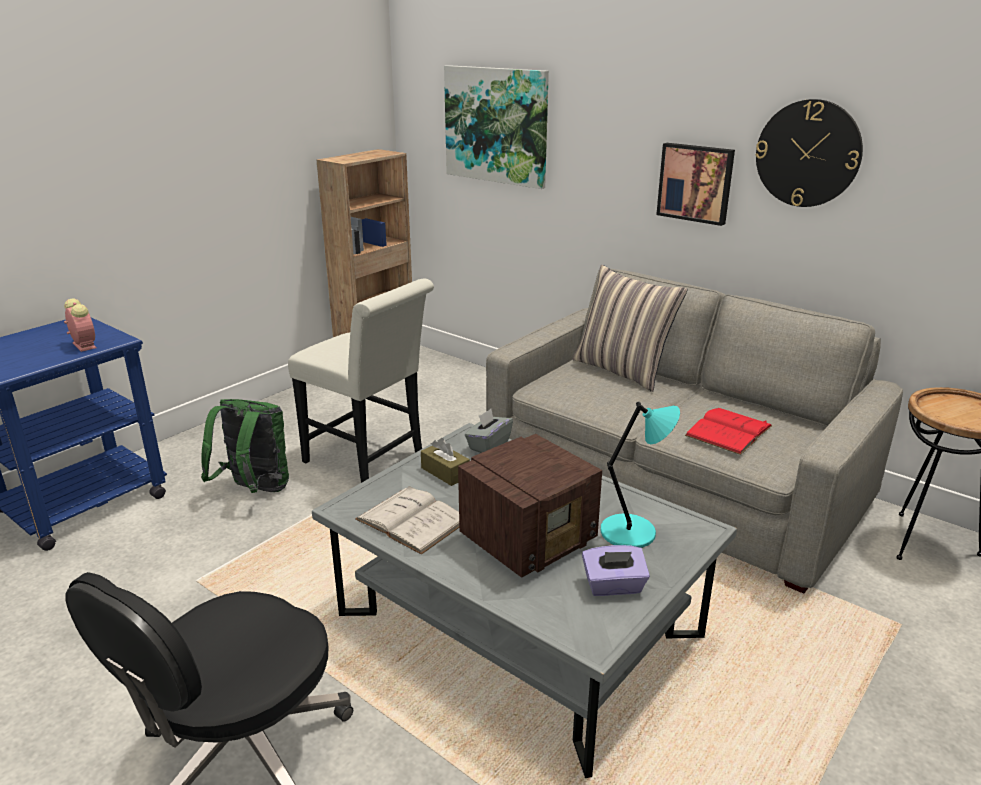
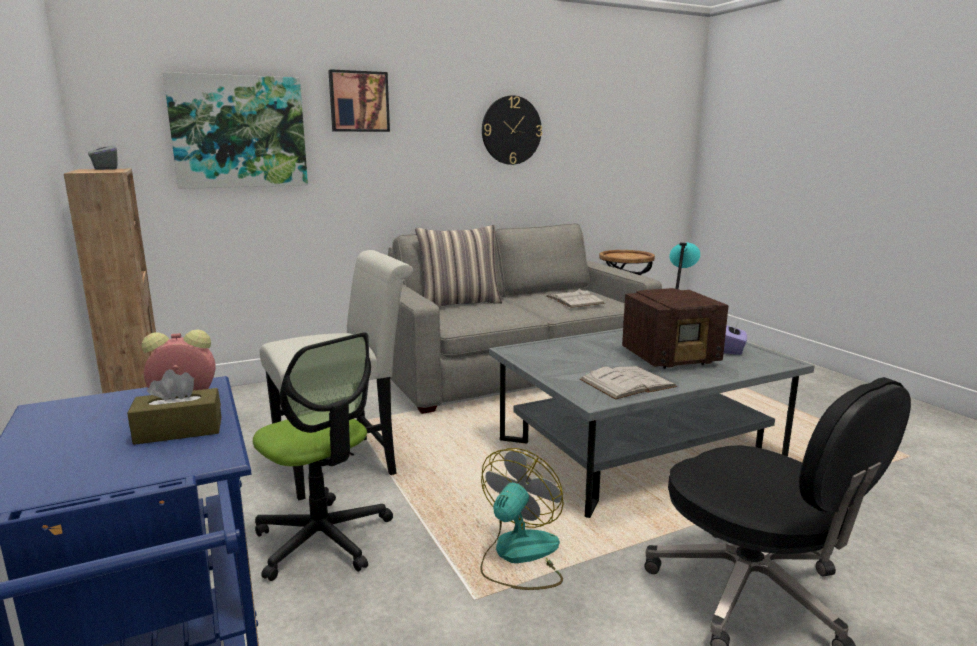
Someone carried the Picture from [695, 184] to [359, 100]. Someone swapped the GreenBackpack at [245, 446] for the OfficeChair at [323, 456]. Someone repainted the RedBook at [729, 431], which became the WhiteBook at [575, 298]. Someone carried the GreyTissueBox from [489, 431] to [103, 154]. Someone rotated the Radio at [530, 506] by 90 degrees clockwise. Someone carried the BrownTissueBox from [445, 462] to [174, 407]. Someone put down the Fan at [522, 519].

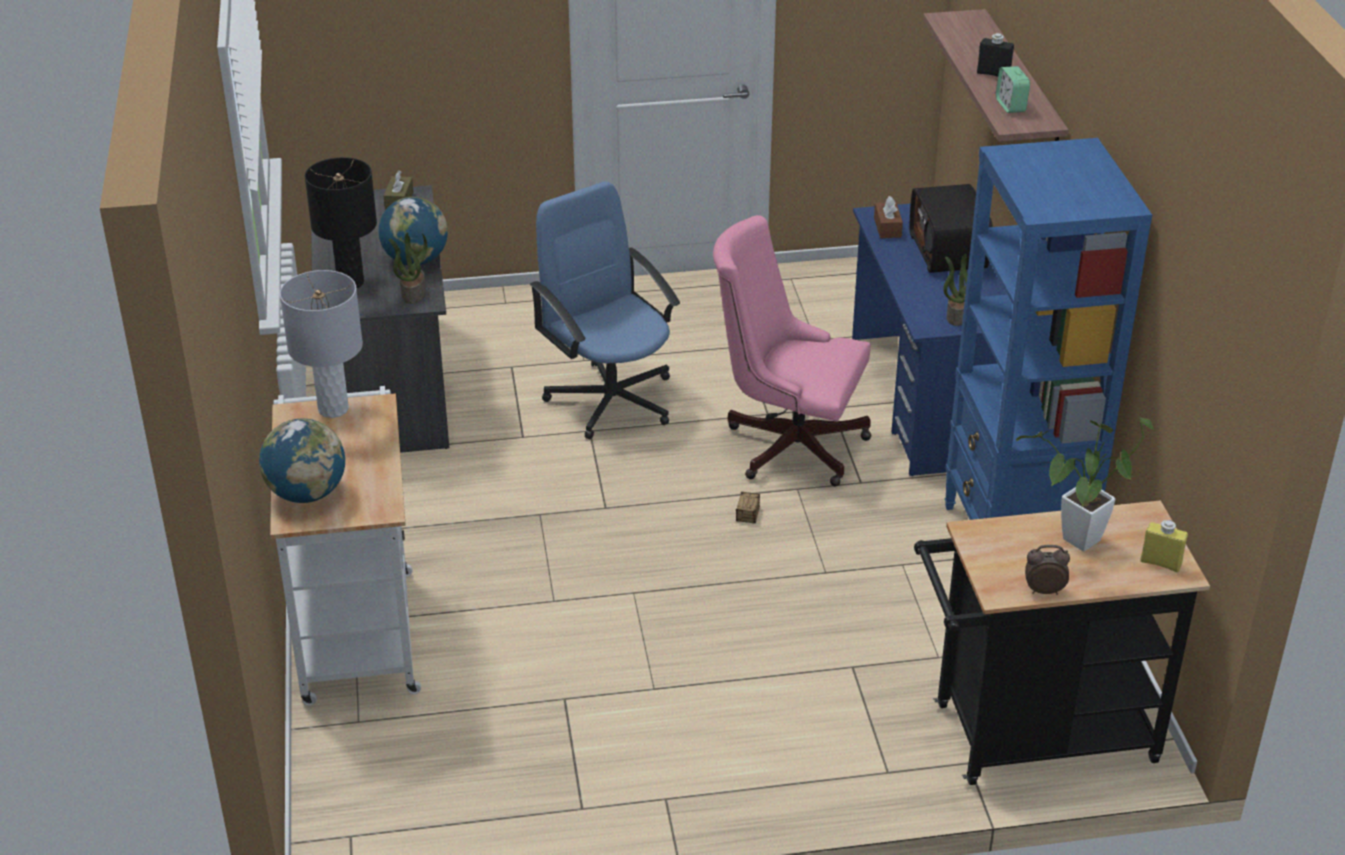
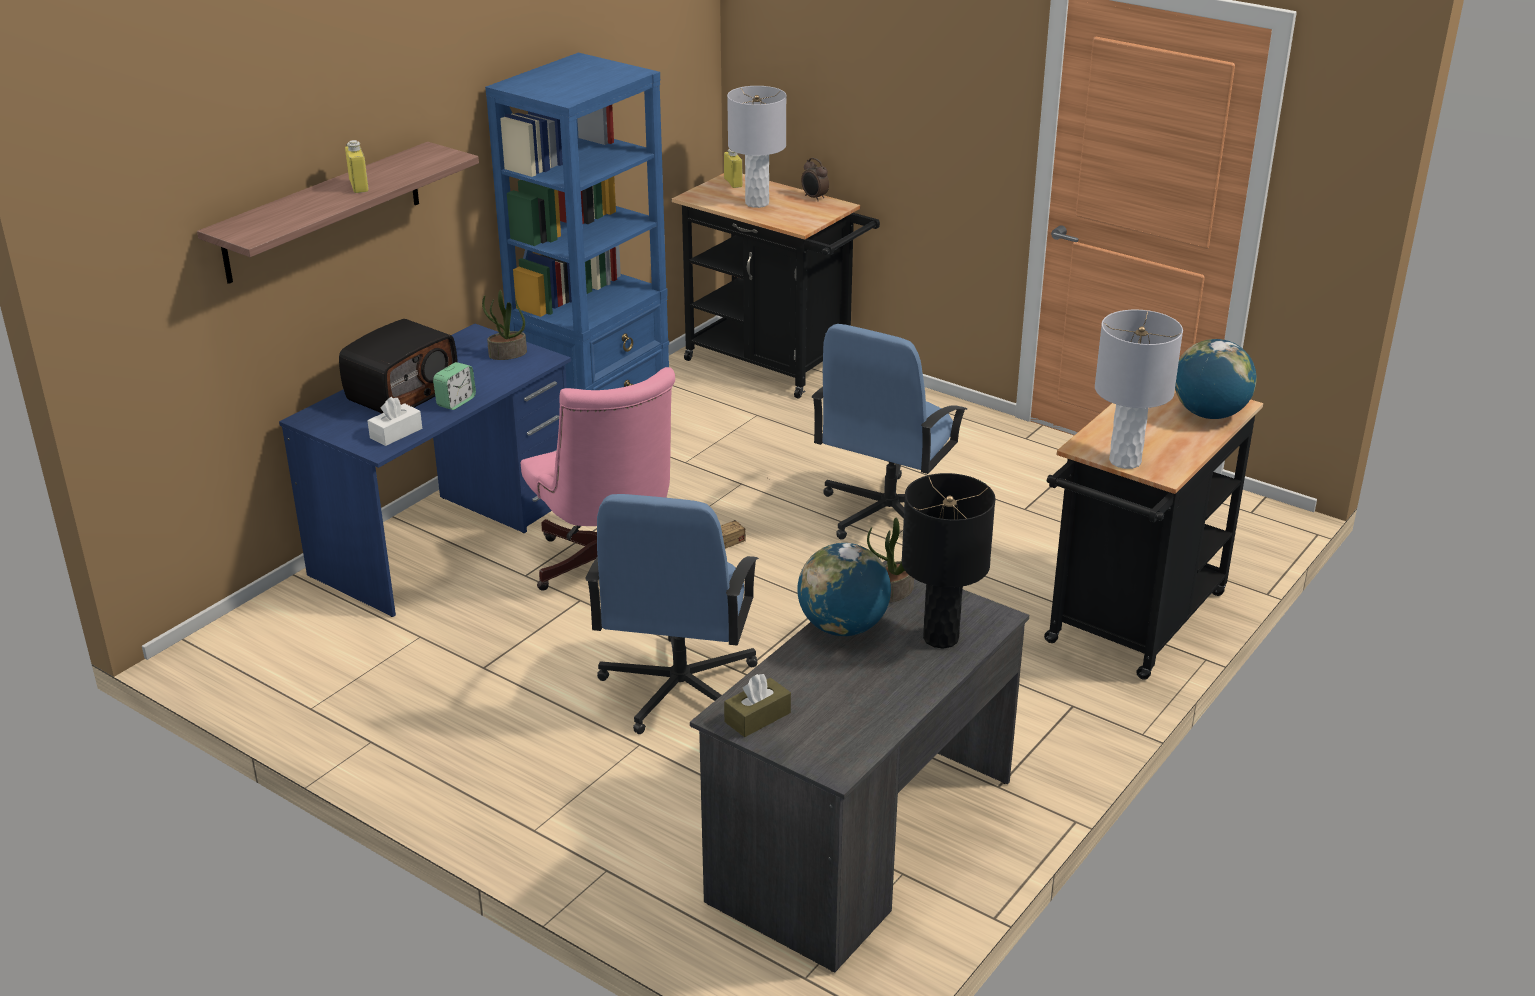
Someone repainted the BlackBottle at [995, 55], which became the YellowBottle at [357, 166]. Someone carried the AlarmClock from [1013, 89] to [454, 386]. Someone repainted the BrownTissueBox at [888, 217], which became the WhiteTissueBox at [394, 421]. Someone repainted the WhiteCart at [345, 546], which became the BlackCart at [1153, 535]. Someone swapped the PottedPlant at [1085, 483] for the GreyTableLamp at [757, 147]. Someone put down the BlueOfficeChair at [889, 432].

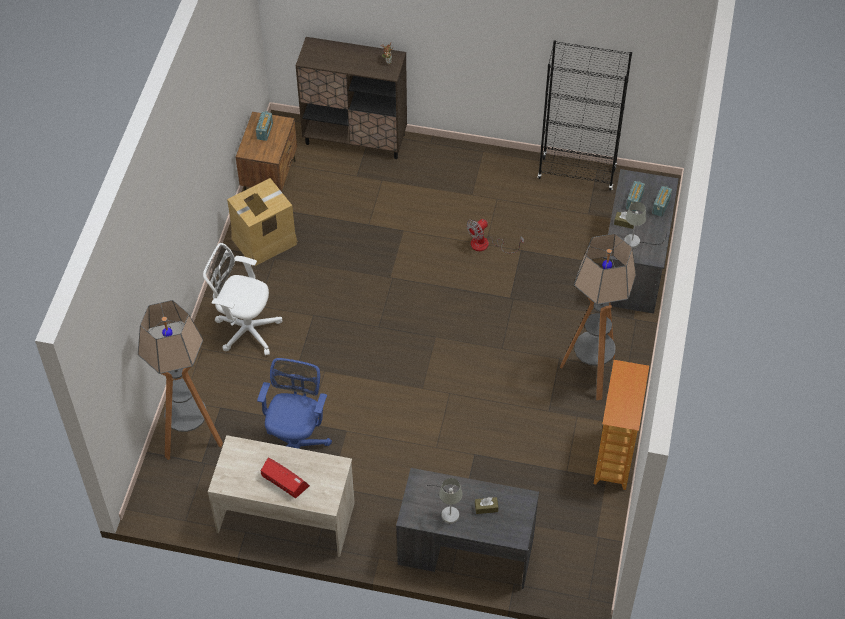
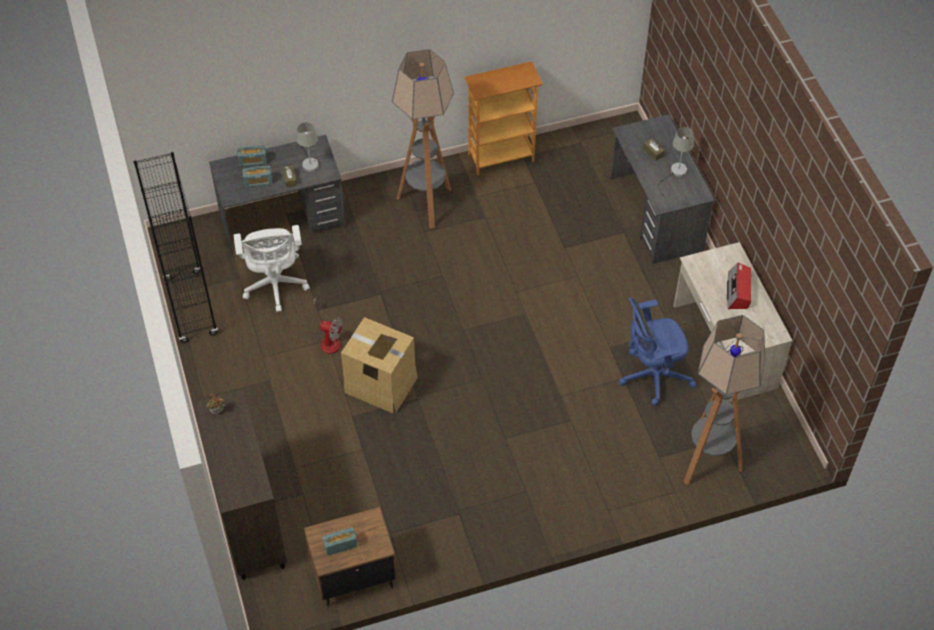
Someone carried the CardboardBox from [262, 222] to [379, 365]. Someone carried the WhiteOfficeChair from [242, 299] to [272, 268].

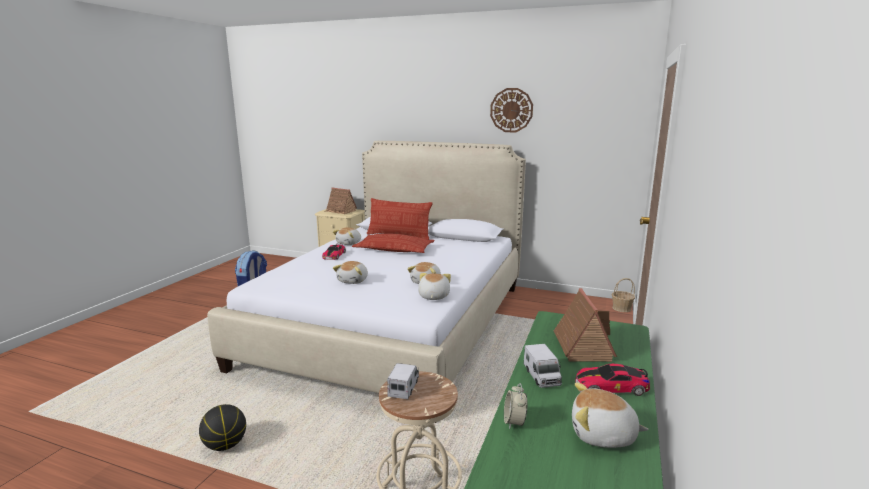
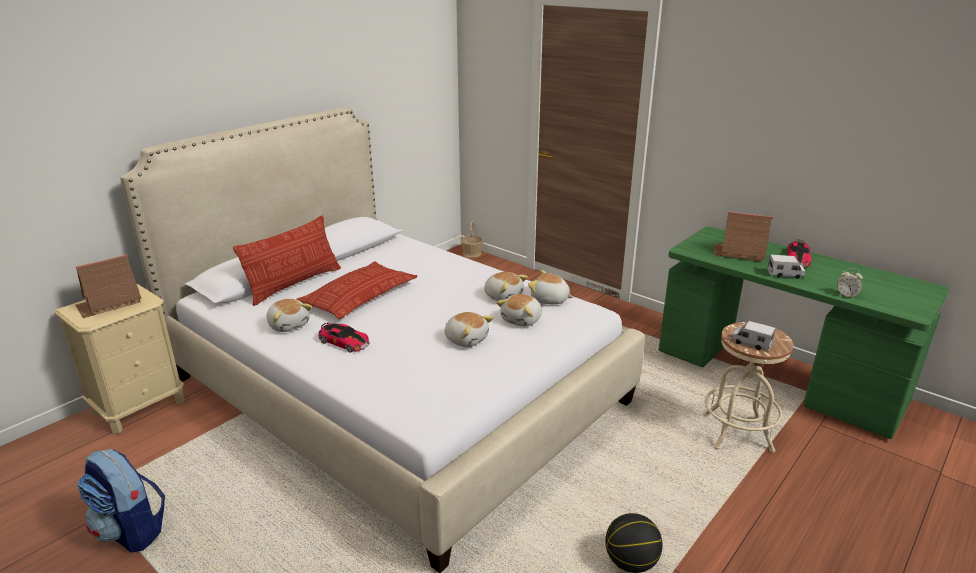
Someone took away the WallClock at [511, 110]. Someone carried the PlushToy from [610, 415] to [519, 310].

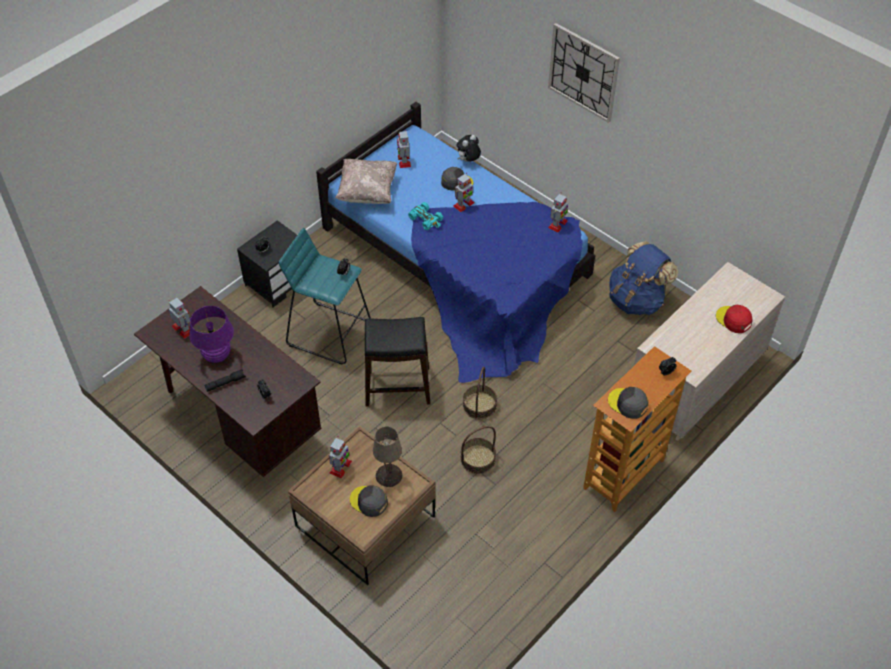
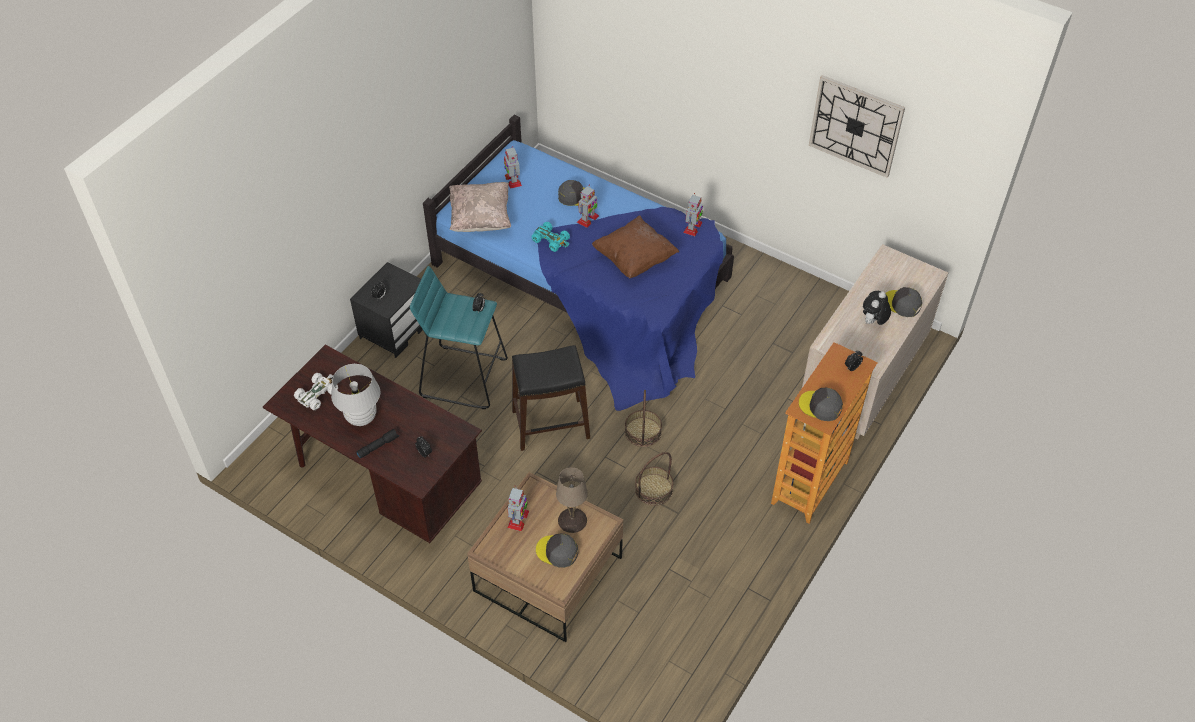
Someone carried the WallClock from [584, 73] to [857, 126]. Someone carried the PlushToy from [469, 148] to [877, 308]. Someone took away the BlueBackpack at [643, 278]. Someone swapped the ToyRobot at [179, 318] for the WhiteToyCar at [316, 391]. Someone repainted the RedCap at [734, 319], which became the GreyCap at [903, 302]. Someone repainted the PurpleTableLamp at [211, 334], which became the WhiteTableLamp at [355, 395]. Someone put down the BrownPillow at [635, 246].

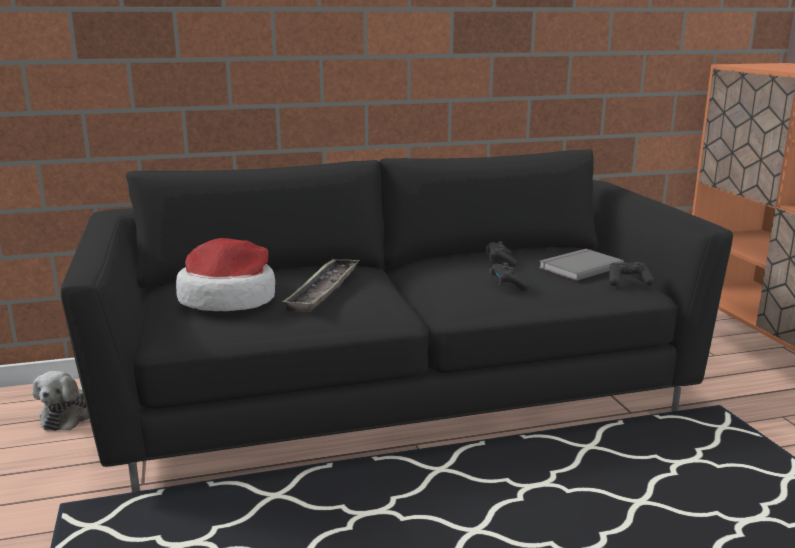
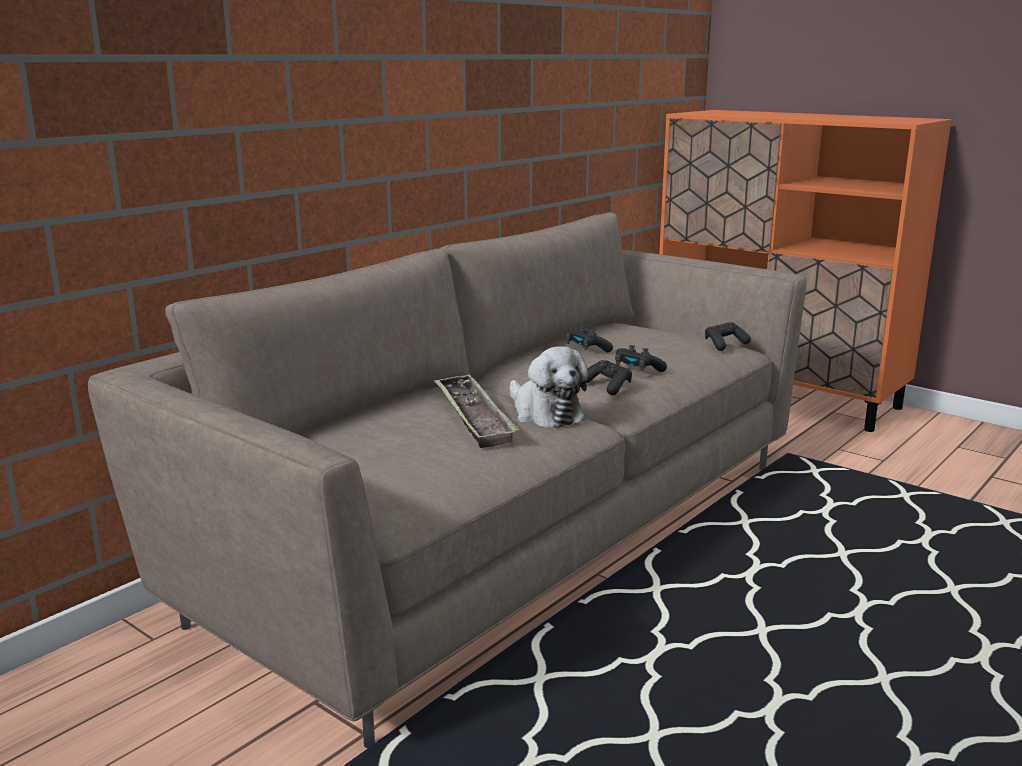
Someone repainted the BlackSofa at [397, 320], which became the BeigeSofa at [447, 480]. Someone took away the Hat at [225, 274]. Someone took away the GreyBook at [581, 265]. Someone carried the PlushToy from [60, 401] to [549, 387]. Someone put down the BlackGameController at [609, 377].

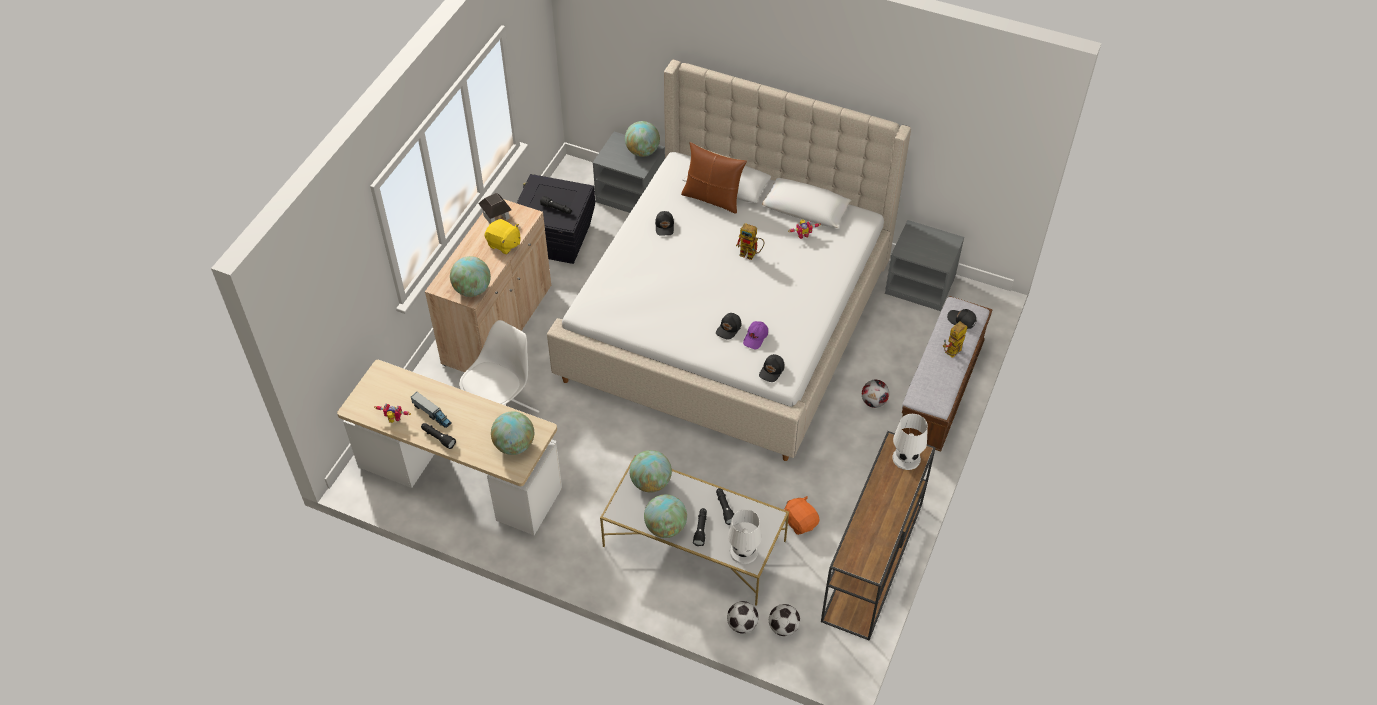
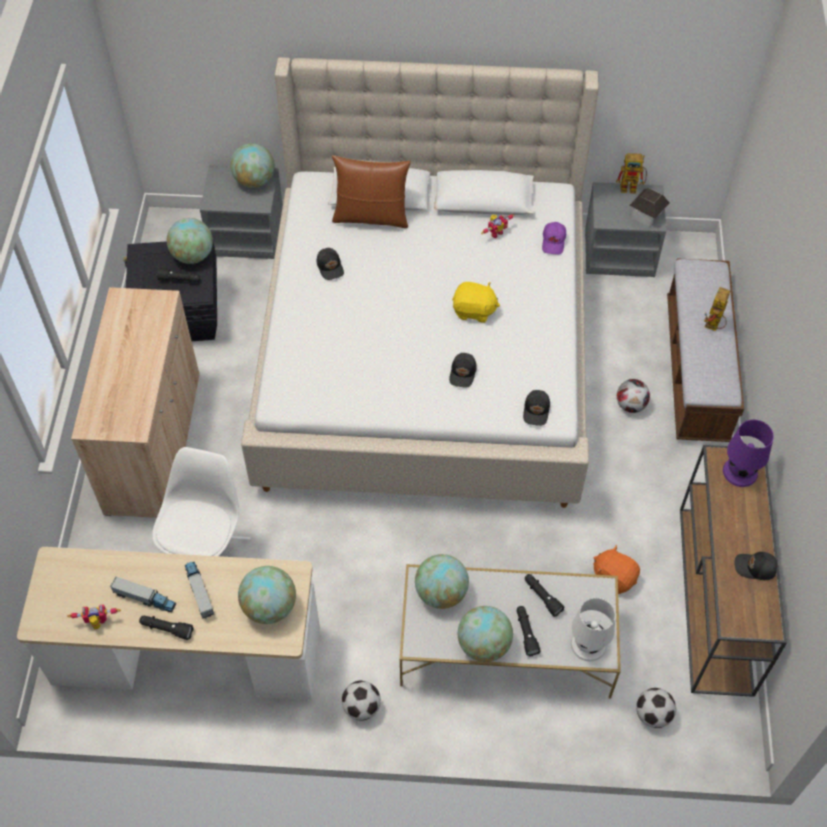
Someone carried the ToyHouse from [495, 208] to [649, 207]. Someone carried the YellowPlushToy from [502, 236] to [476, 302]. Someone carried the ToyRobot from [750, 241] to [631, 173]. Someone carried the Globe from [470, 276] to [190, 241]. Someone carried the BlackCap from [961, 319] to [756, 566]. Someone carried the PurpleCap from [755, 335] to [554, 238]. Someone repainted the WhiteTableLamp at [910, 442], which became the PurpleTableLamp at [748, 453]. Someone carried the Football from [743, 617] to [361, 701]. Someone put down the ToyTruck at [199, 590].

